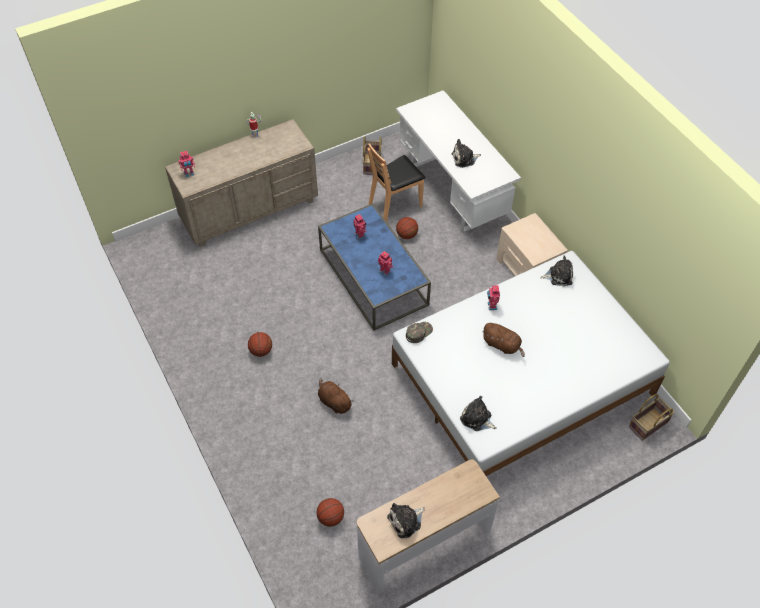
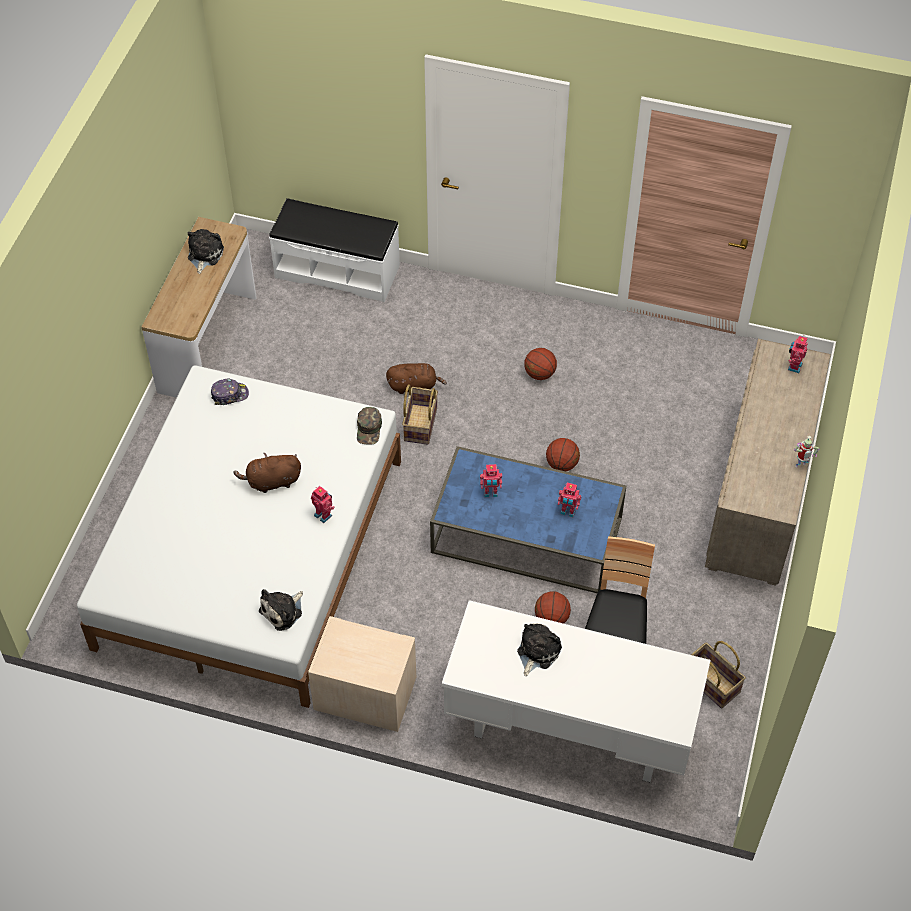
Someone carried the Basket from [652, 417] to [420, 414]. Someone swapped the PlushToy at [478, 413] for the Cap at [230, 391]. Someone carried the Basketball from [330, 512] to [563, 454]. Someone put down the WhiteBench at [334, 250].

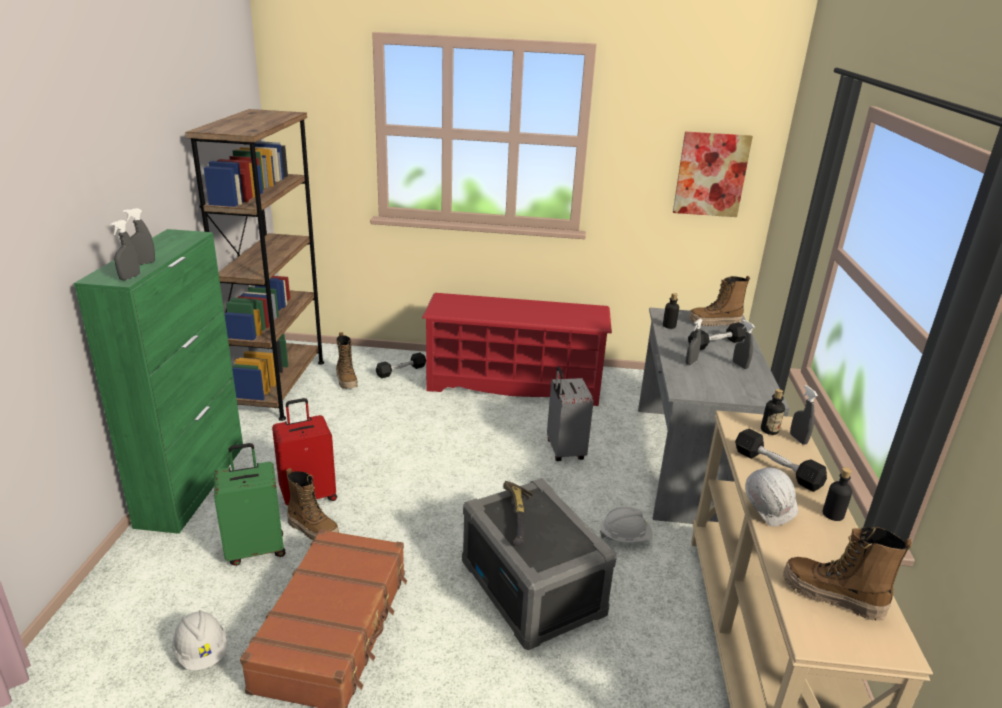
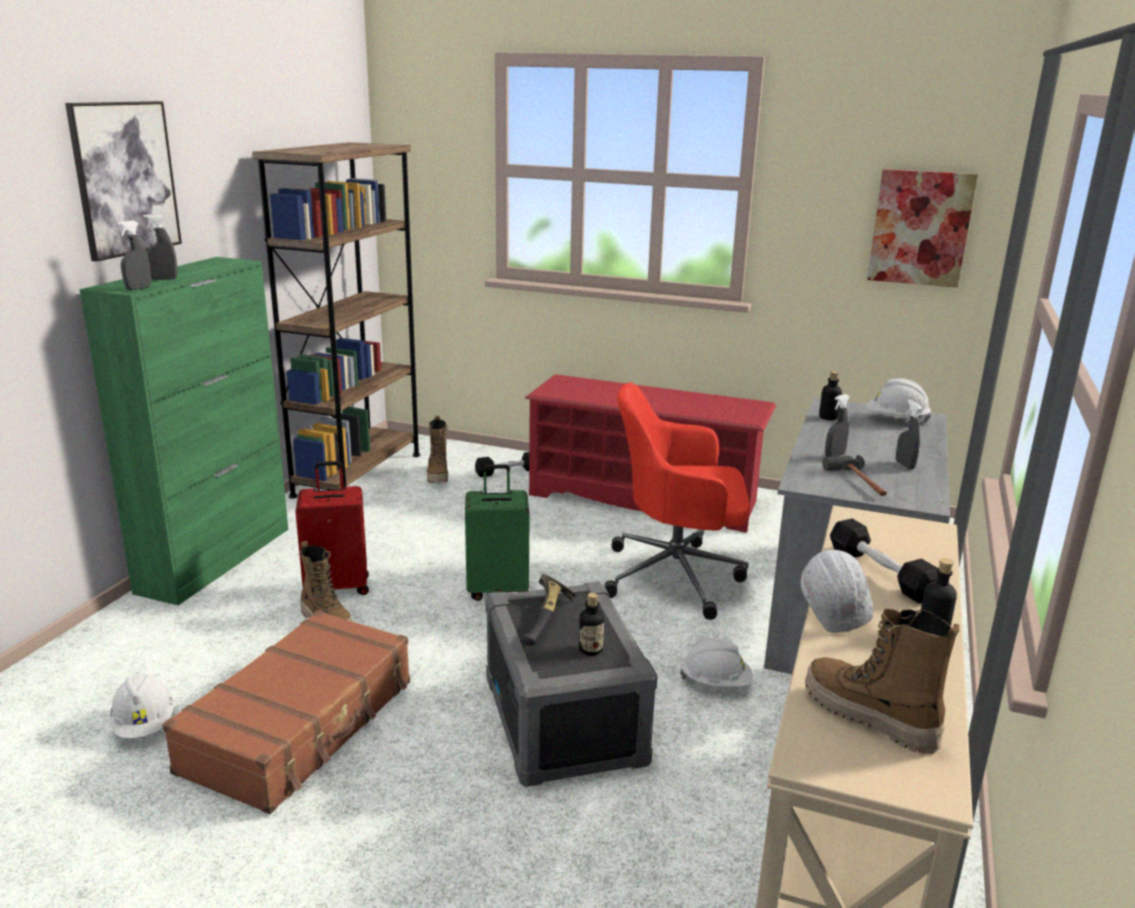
Someone swapped the Boot at [719, 301] for the WhiteHardHat at [898, 400]. Someone took away the BlackDumbbell at [717, 336]. Someone swapped the GreySuitcase at [570, 413] for the RedOfficeChair at [677, 501]. Someone took away the GreySprayBottle at [804, 415]. Someone carried the Bottle from [773, 412] to [591, 624]. Someone carried the GreenSuitcase from [250, 504] to [497, 533]. Someone put up the Picture at [123, 181]. Someone put down the Hammer at [854, 475].

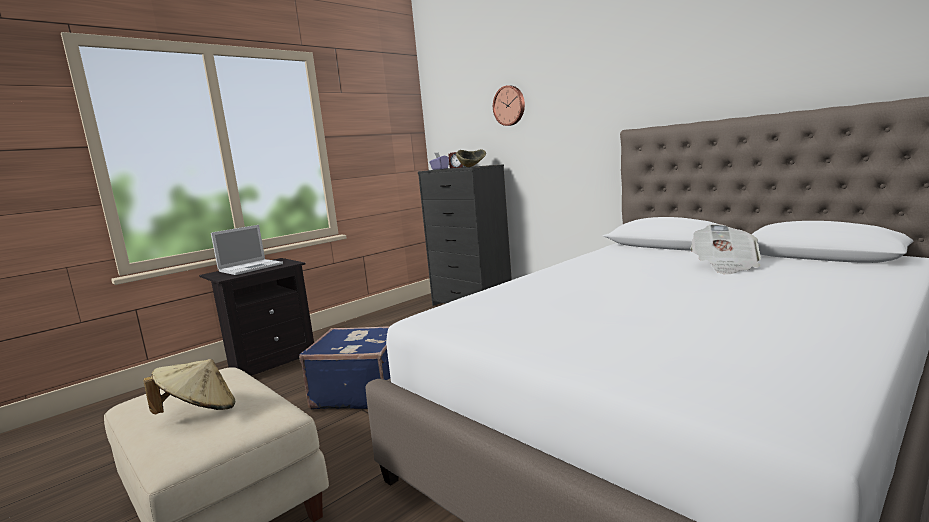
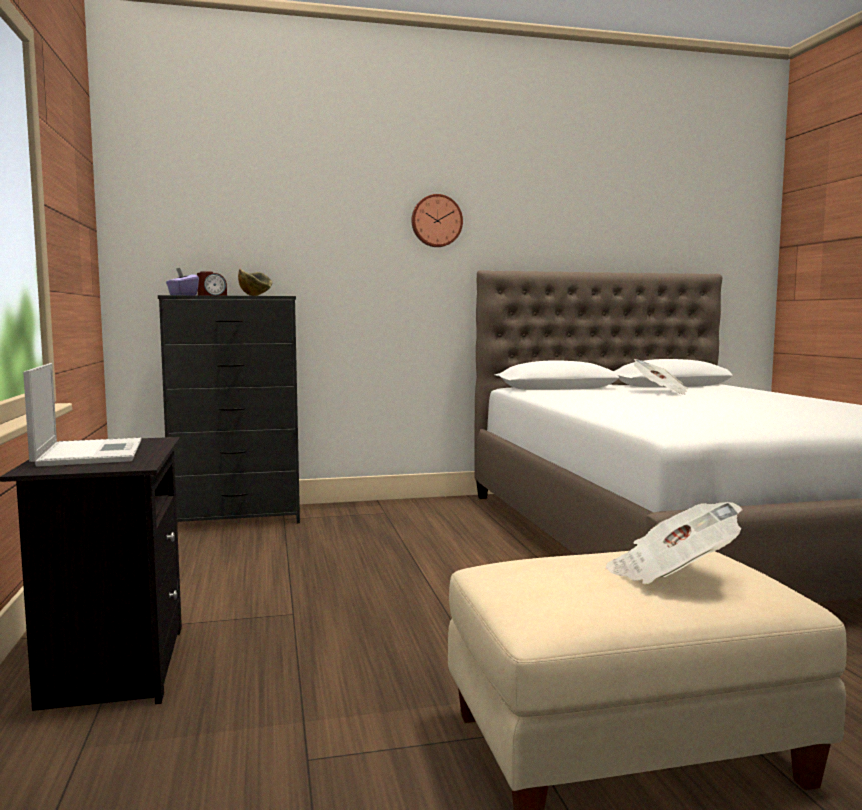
Someone carried the WallClock from [509, 105] to [437, 220]. Someone took away the BlueSuitcase at [344, 368]. Someone swapped the BeigeHat at [189, 386] for the Newspaper at [674, 543].

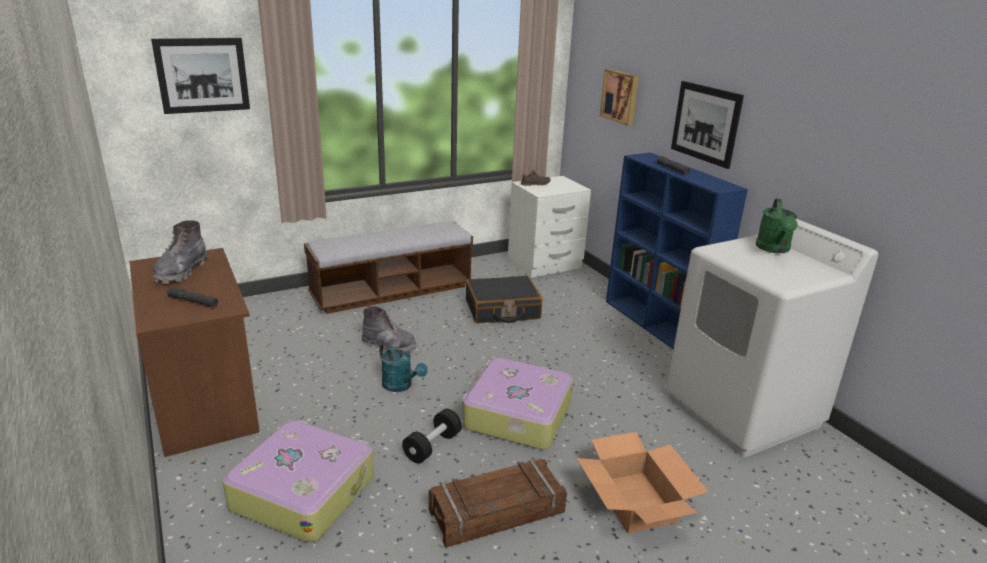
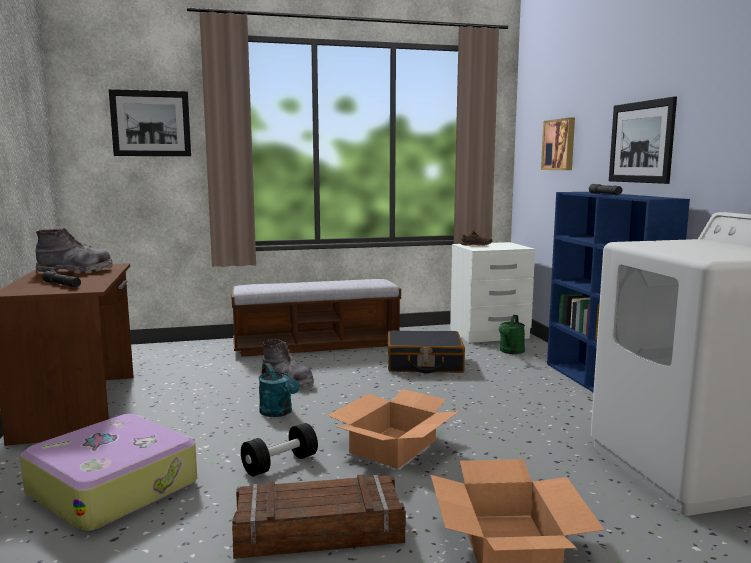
Someone carried the GreenWateringCan from [776, 226] to [512, 334]. Someone rotated the GreyBoot at [180, 252] by 135 degrees counterclockwise. Someone swapped the Suitcase at [517, 403] for the CardboardBox at [393, 429].

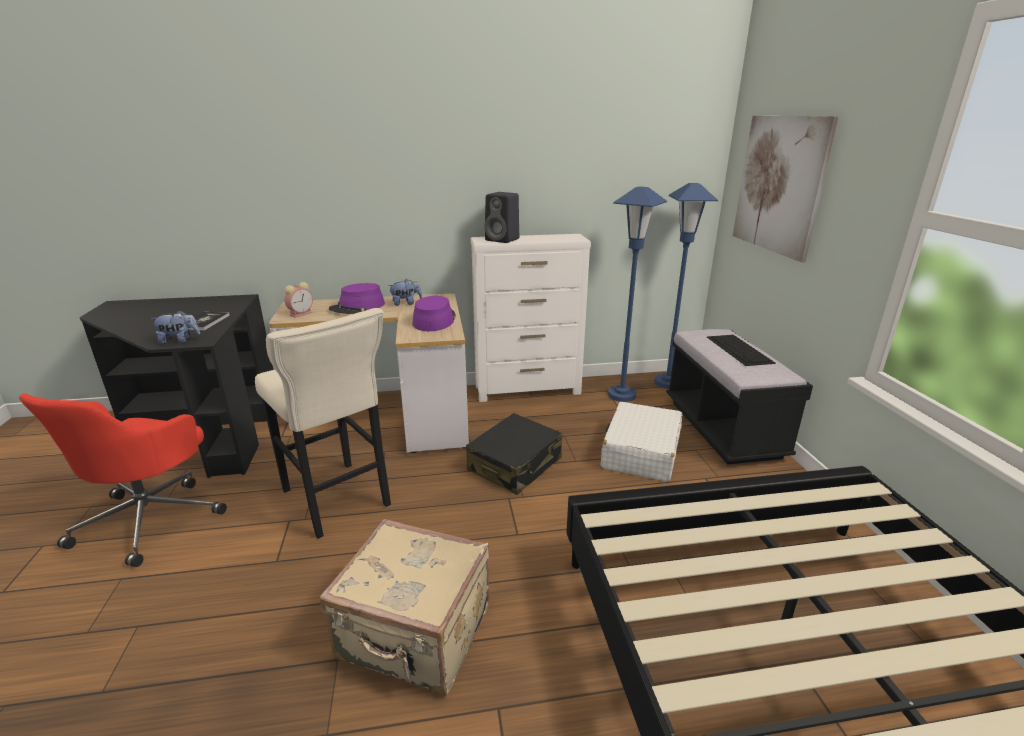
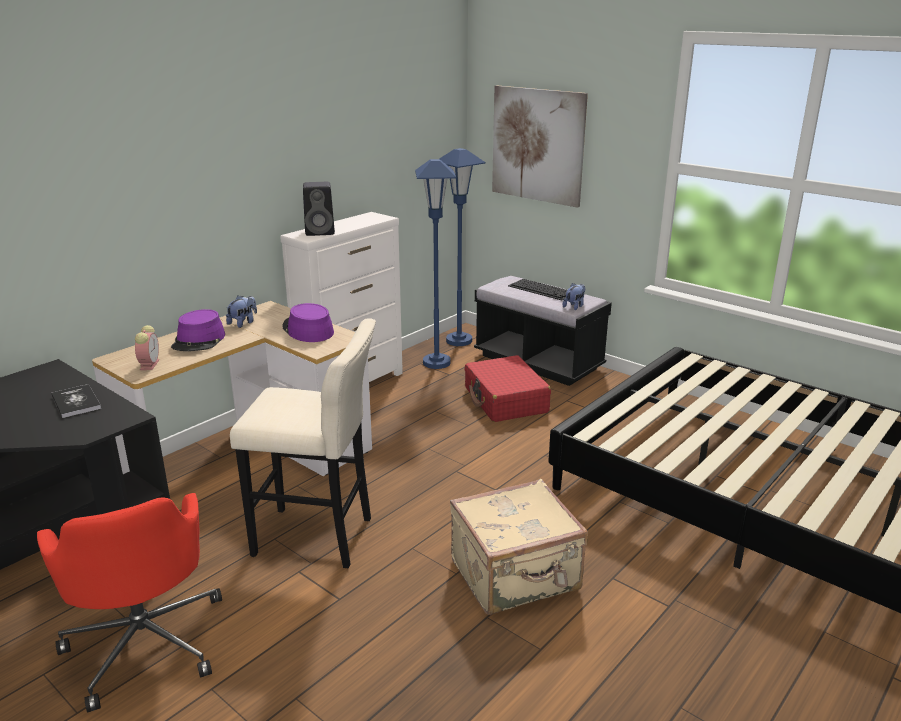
Someone carried the PlushToy from [175, 327] to [574, 296]. Someone repainted the WhiteSuitcase at [641, 442], which became the RedSuitcase at [507, 388]. Someone took away the BlackSuitcase at [514, 454].

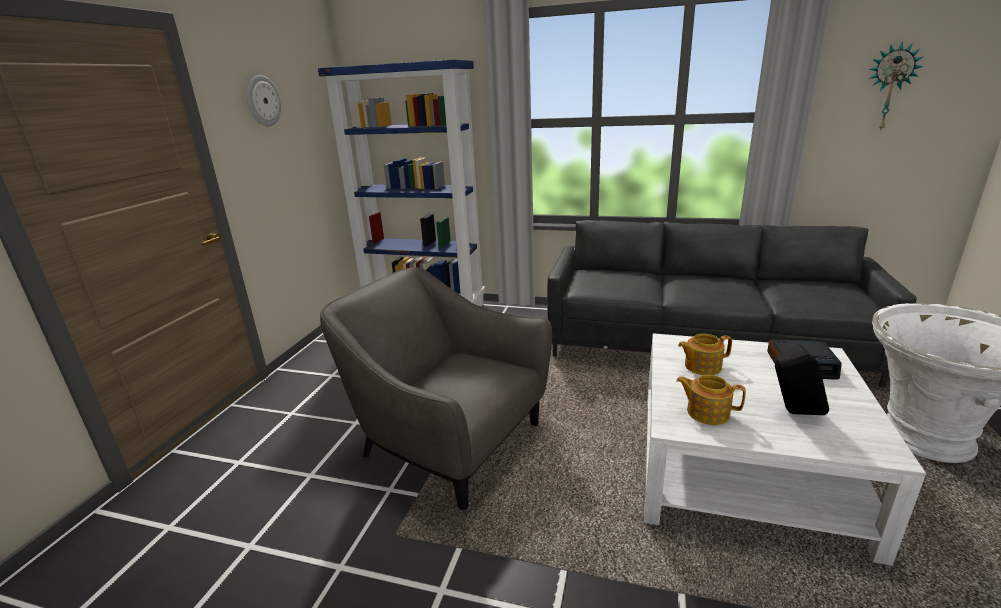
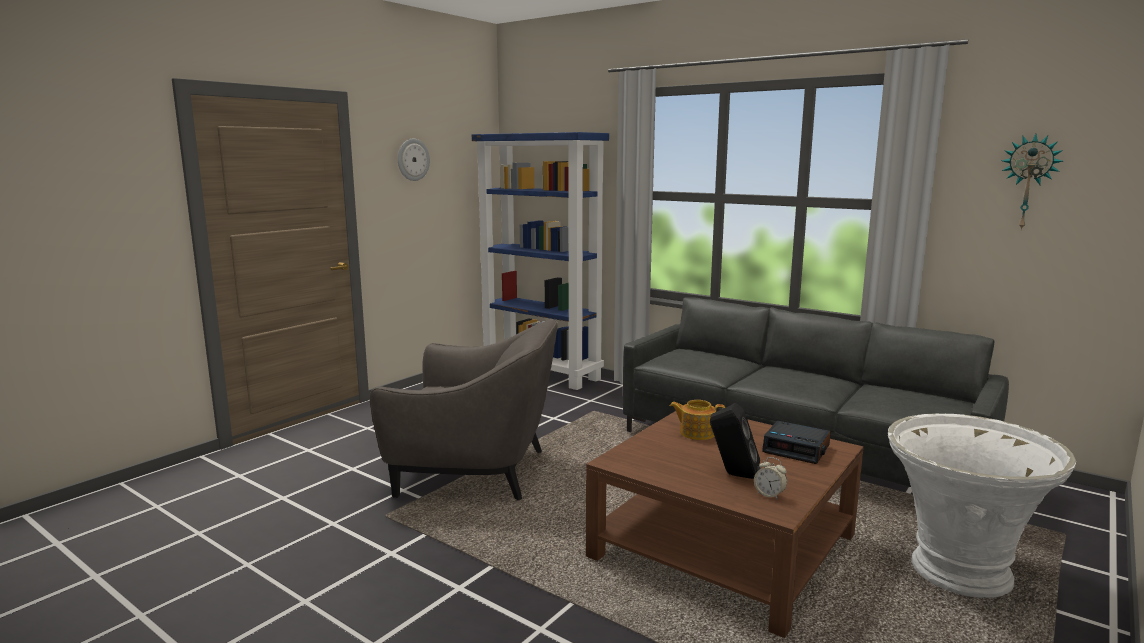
Someone rotated the GreyArmchair at [436, 388] by 135 degrees clockwise. Someone repainted the WhiteCoffeeTable at [785, 449], which became the BrownCoffeeTable at [725, 524]. Someone took away the Teapot at [711, 400]. Someone put down the AlarmClock at [770, 478].

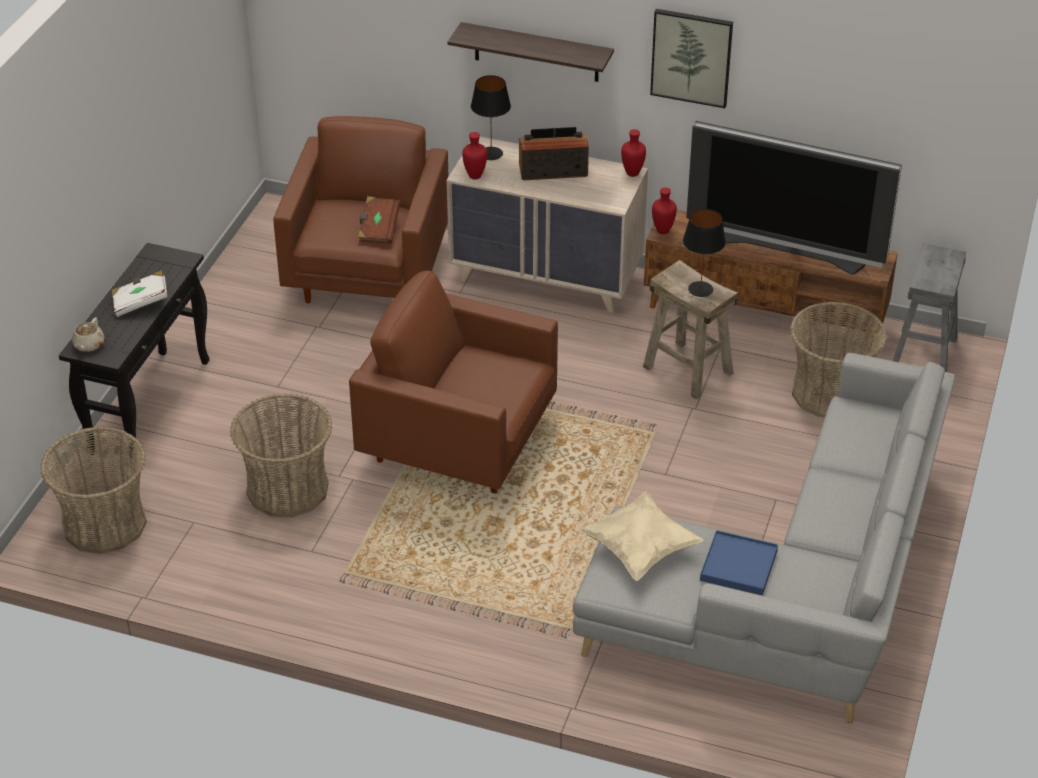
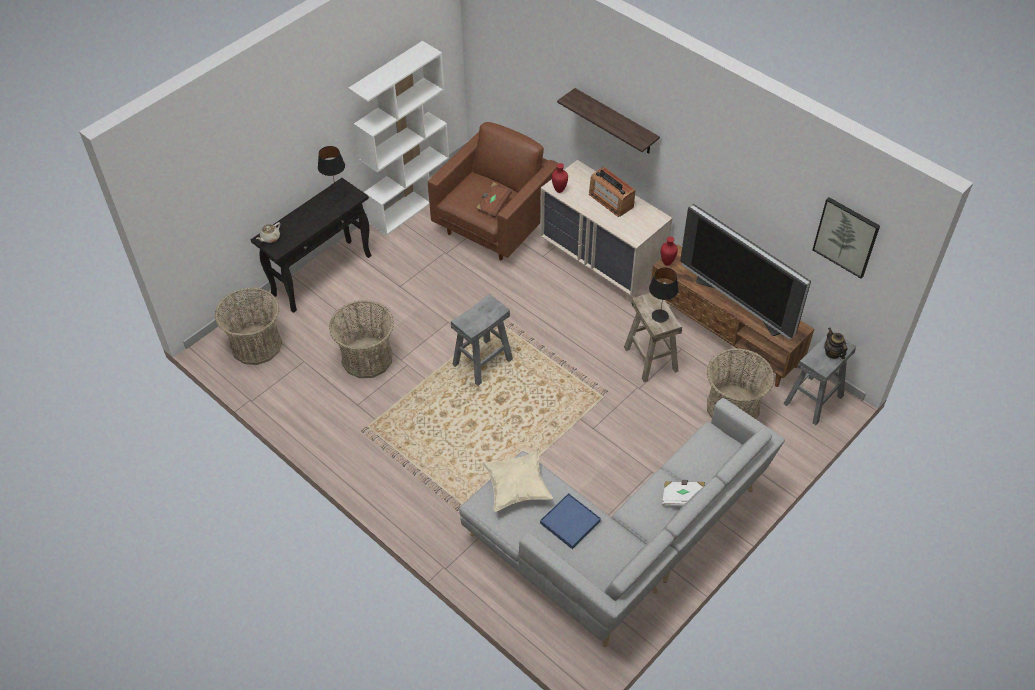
Someone carried the Picture from [691, 58] to [846, 237]. Someone carried the BlackTableLamp from [491, 117] to [331, 173]. Someone rotated the Radio at [554, 153] by 150 degrees counterclockwise. Someone took away the RedVase at [633, 153]. Someone carried the WhiteBook from [139, 293] to [683, 493]. Someone swapped the BrownArmchair at [453, 382] for the GreyStool at [482, 340]. Someone put down the WhiteBookcase at [398, 138]. Someone put down the Teapot at [836, 343].

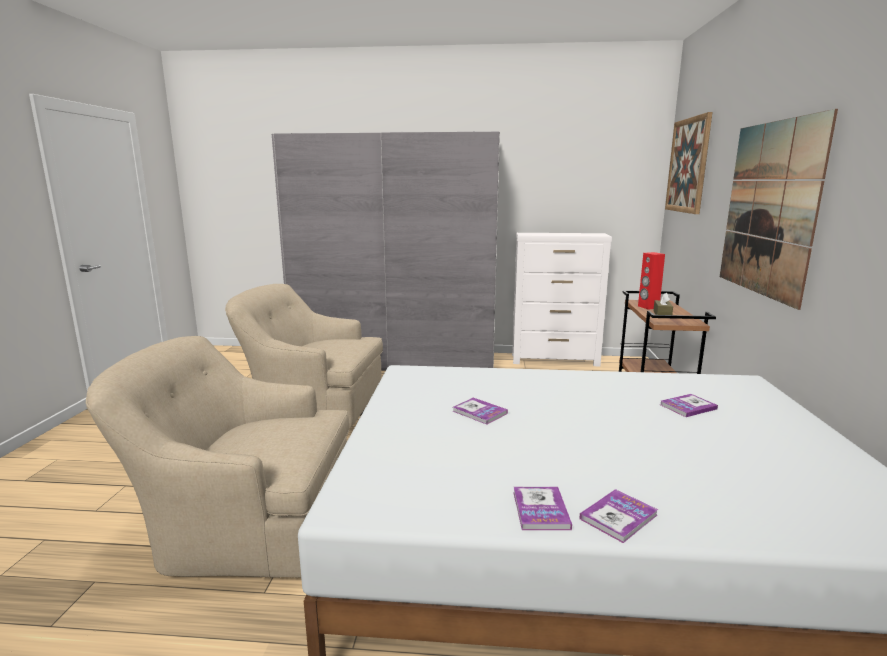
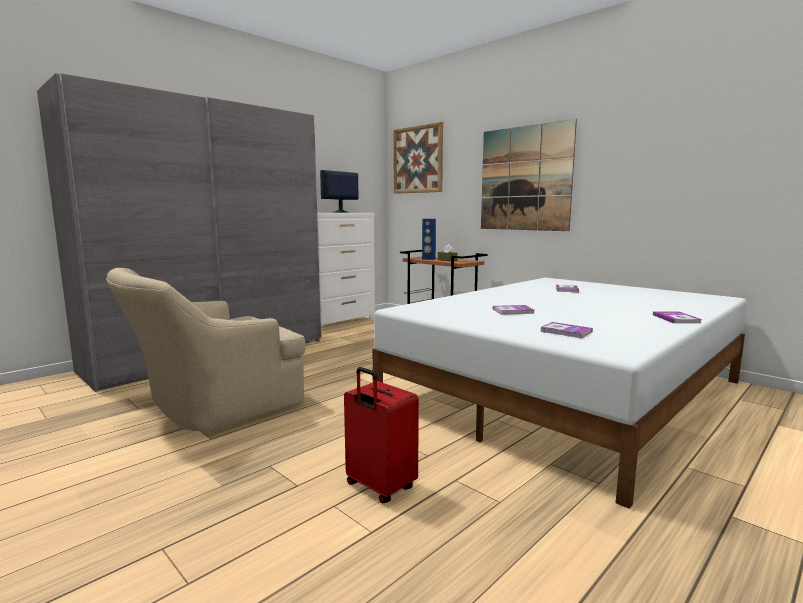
Someone repainted the RedSpeaker at [651, 281], which became the BlueSpeaker at [429, 239]. Someone swapped the BeigeArmchair at [217, 457] for the RedSuitcase at [381, 435]. Someone carried the Book from [542, 508] to [566, 330]. Someone put down the Monitor at [339, 191].

